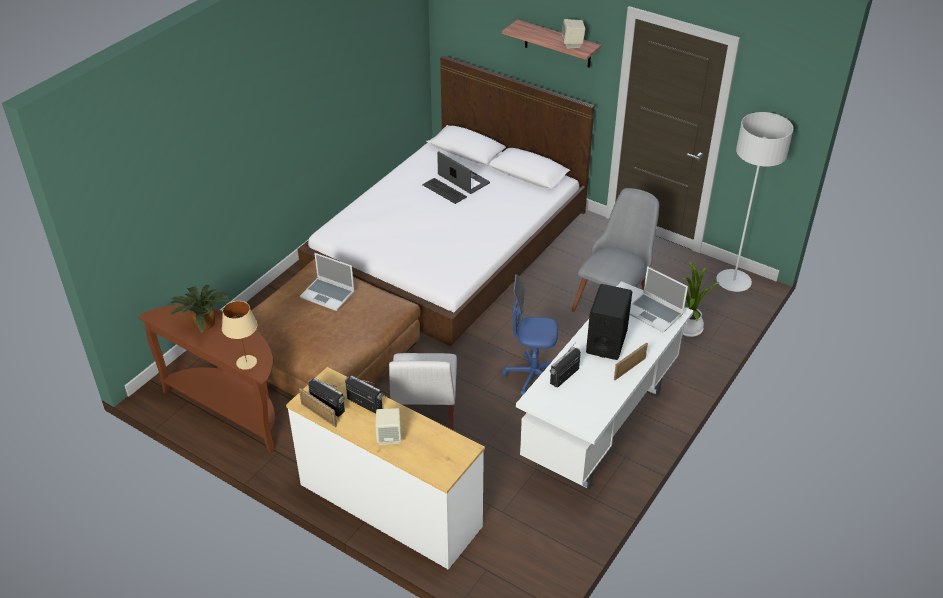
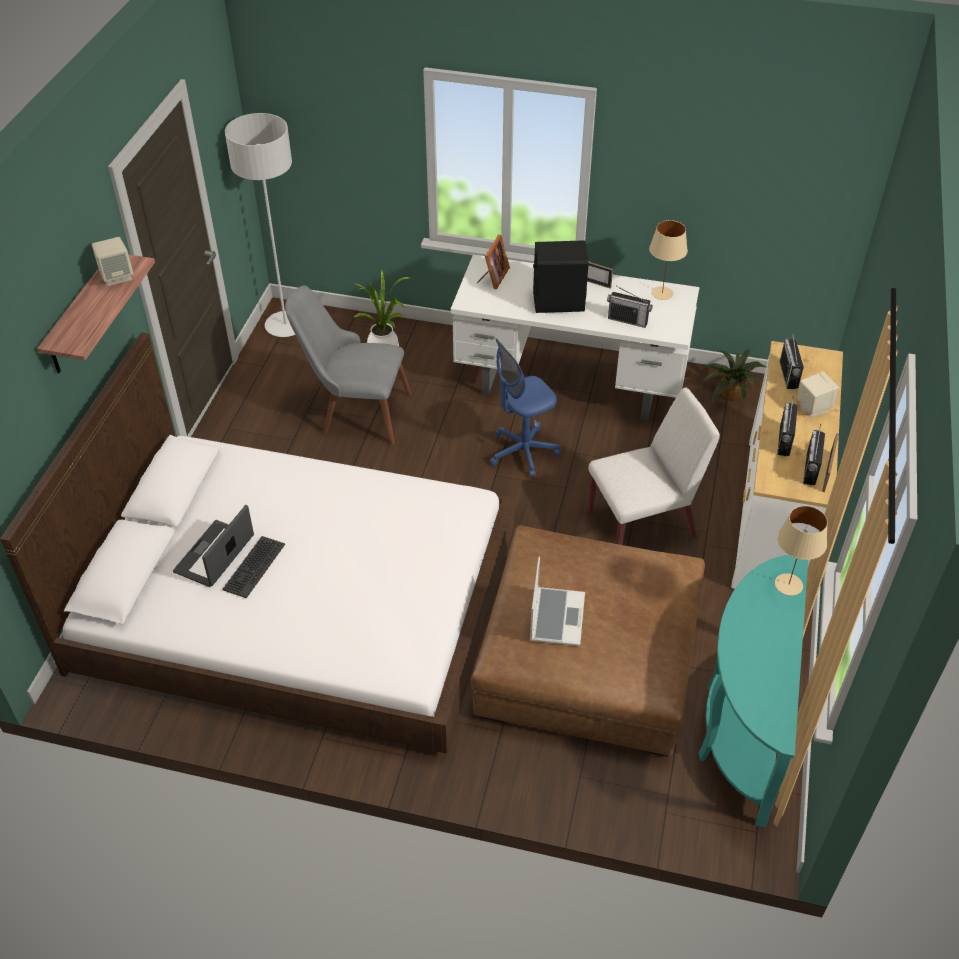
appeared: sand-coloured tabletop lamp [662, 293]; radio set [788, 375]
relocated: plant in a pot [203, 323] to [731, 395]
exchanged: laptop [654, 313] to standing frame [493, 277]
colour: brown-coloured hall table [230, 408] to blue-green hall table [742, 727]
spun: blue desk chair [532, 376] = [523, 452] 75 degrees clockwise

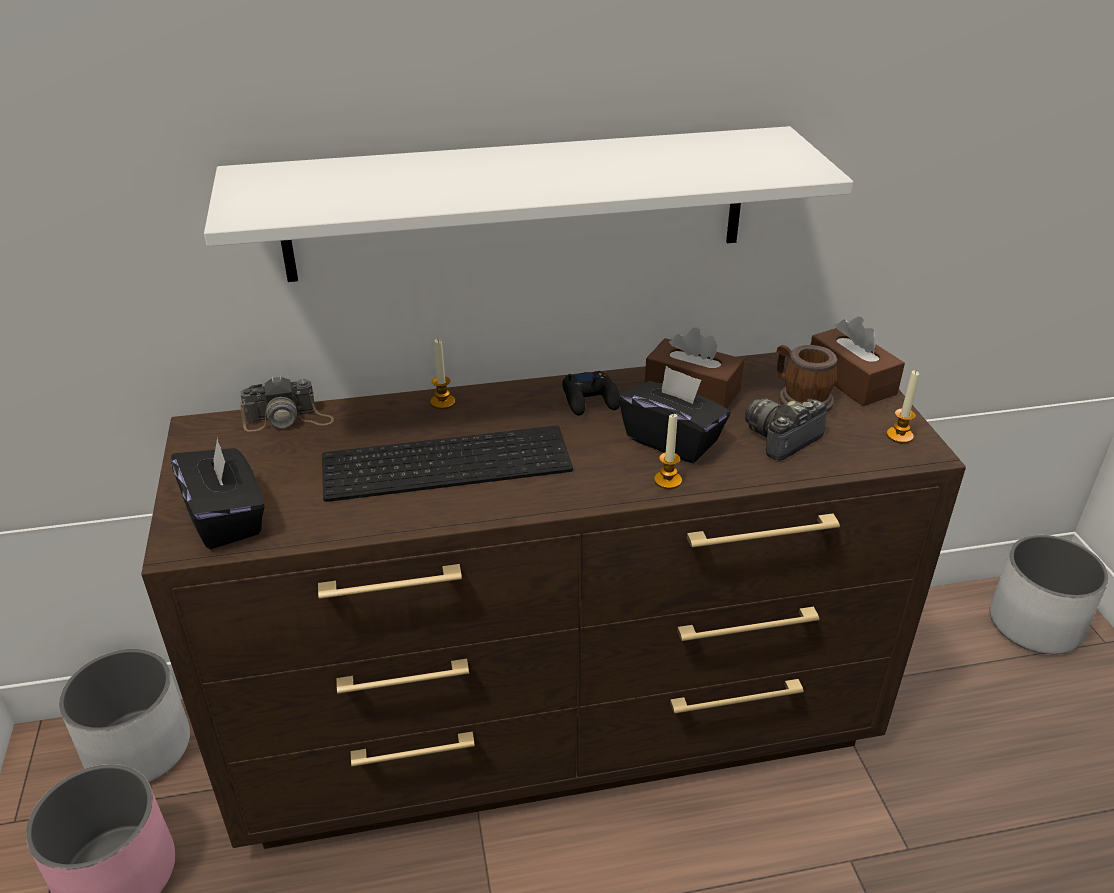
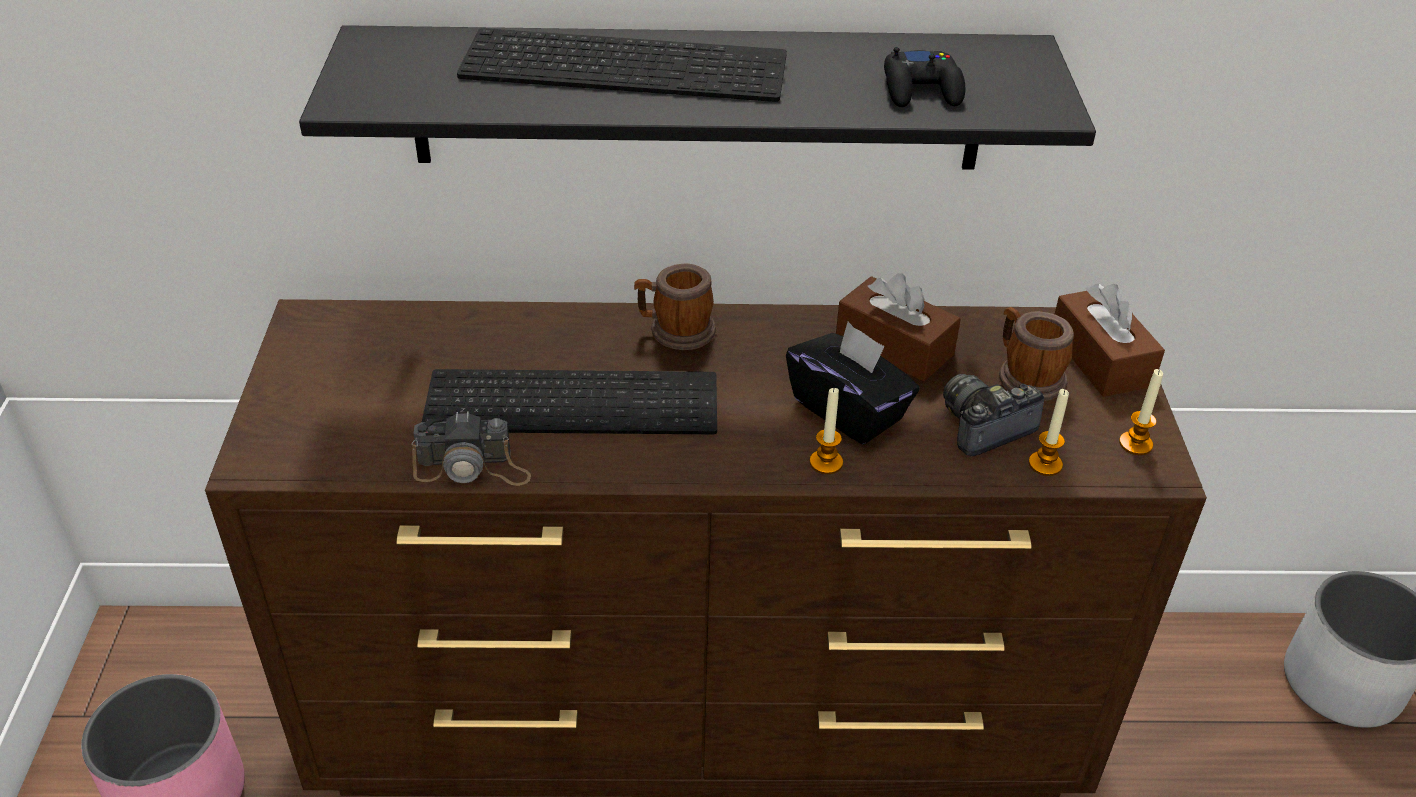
missing: blackish tissue holder [226, 518]; white-coloured plant pot [140, 749]
appeared: computer keyboard [628, 64]; mug [675, 330]
relocated: candle [442, 402] to [1045, 464]; blackish game controller [590, 399] to [922, 89]; still camera [288, 419] to [472, 468]
colour: white-coloured wall shelf [518, 204] to blackish wall shelf [698, 99]

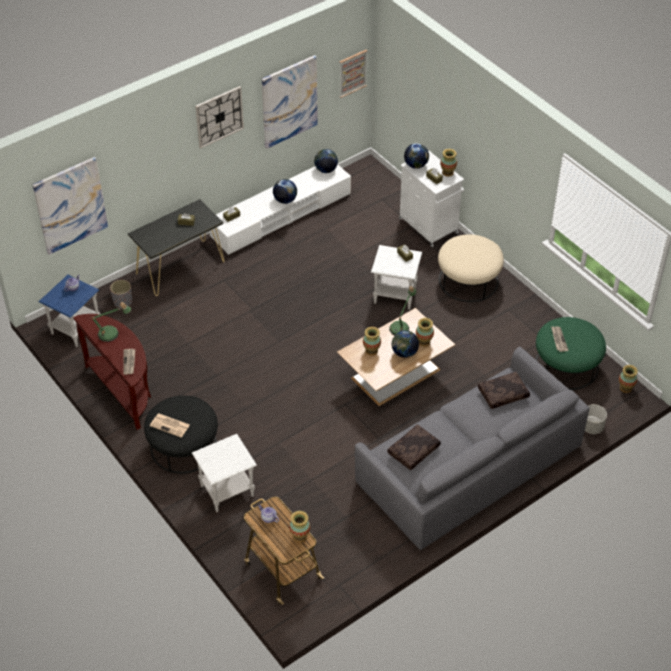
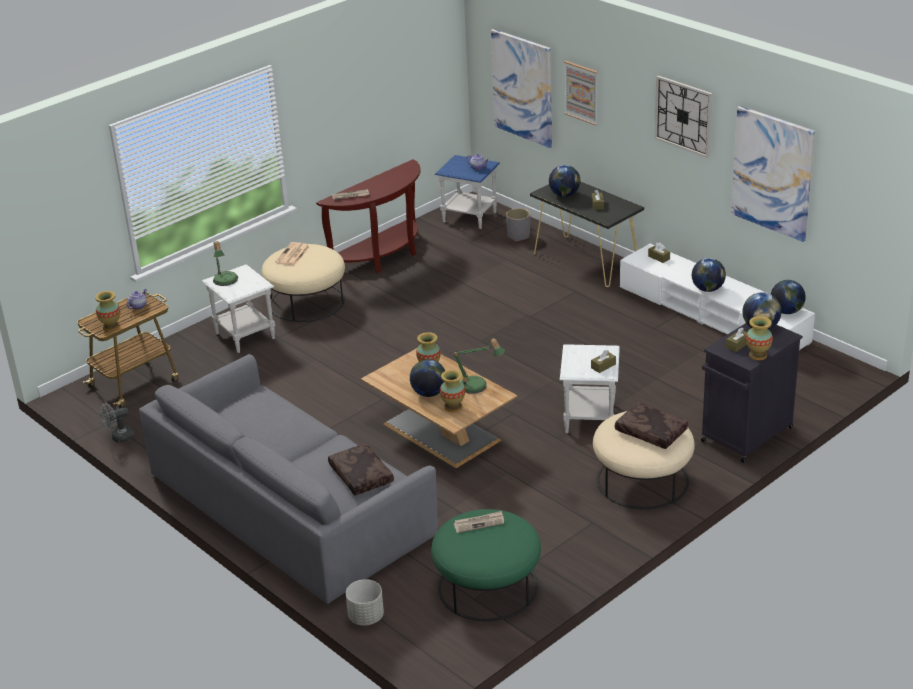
missing: vase [625, 388]
appeared: globe [564, 195]; greyish cooling fan [119, 438]
relocated: wall art [352, 73] to [581, 92]; tabletop lamp [112, 334] to [225, 282]; brown-coloured cushion [414, 451] to [650, 432]
colour: white-coloured cabinet [429, 226] to blackish cabinet [745, 435]; blackish ottoman [184, 446] to sand-coloured ottoman [307, 302]

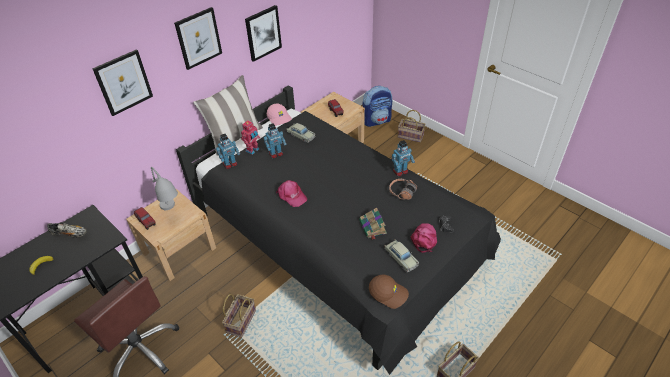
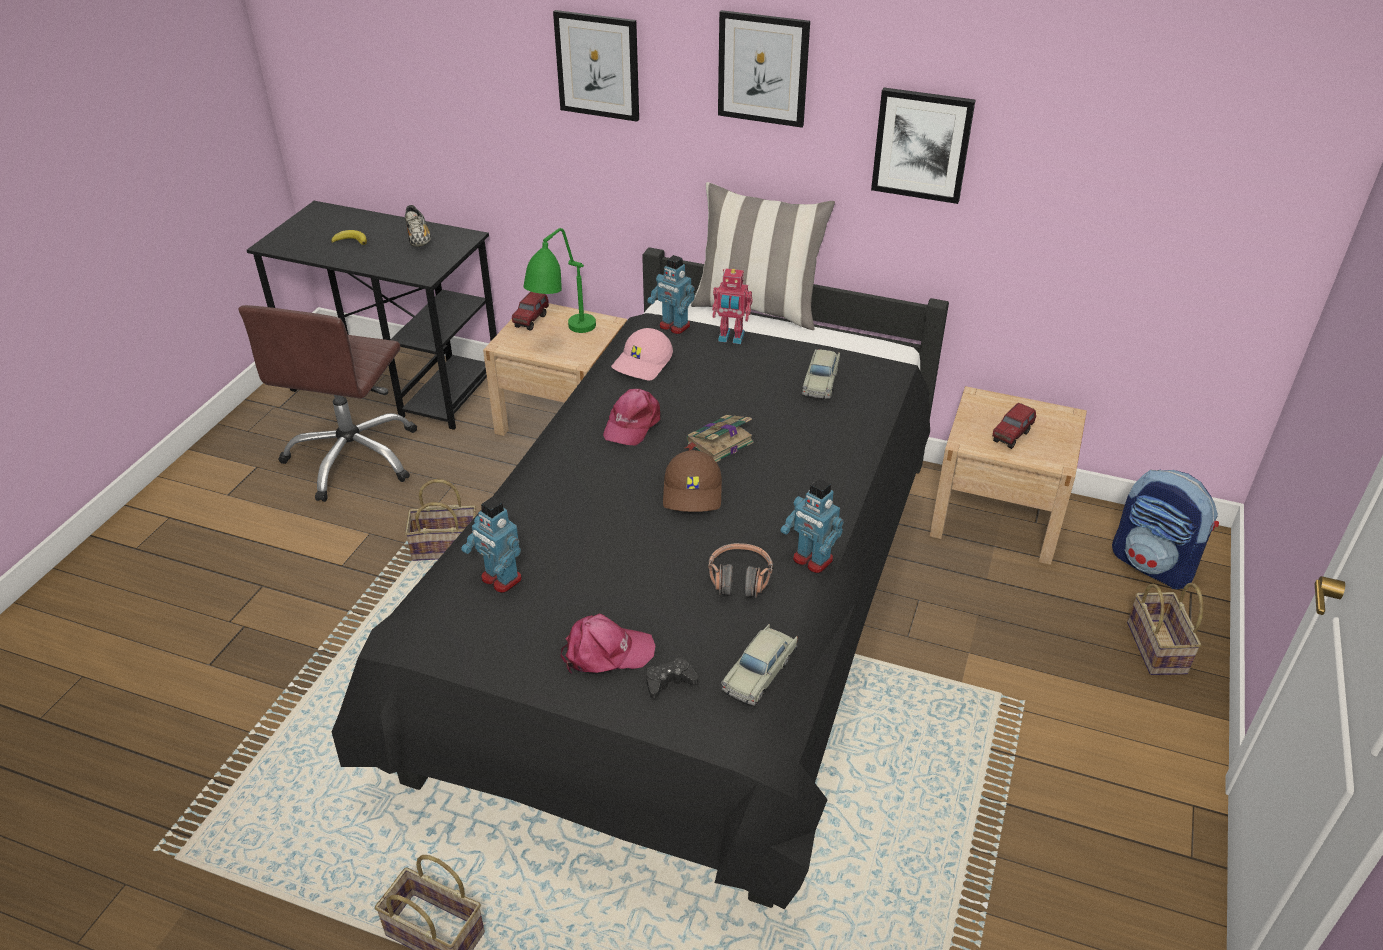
relocated: pink-coloured baseball cap [279, 118] to [643, 364]; toy robot [276, 154] to [500, 579]; book [373, 227] to [718, 443]; sand-coloured model car [401, 258] to [760, 672]; brown-coloured baseball cap [388, 293] to [693, 492]
colour: greyish tabletop lamp [173, 215] to greenish tabletop lamp [563, 339]

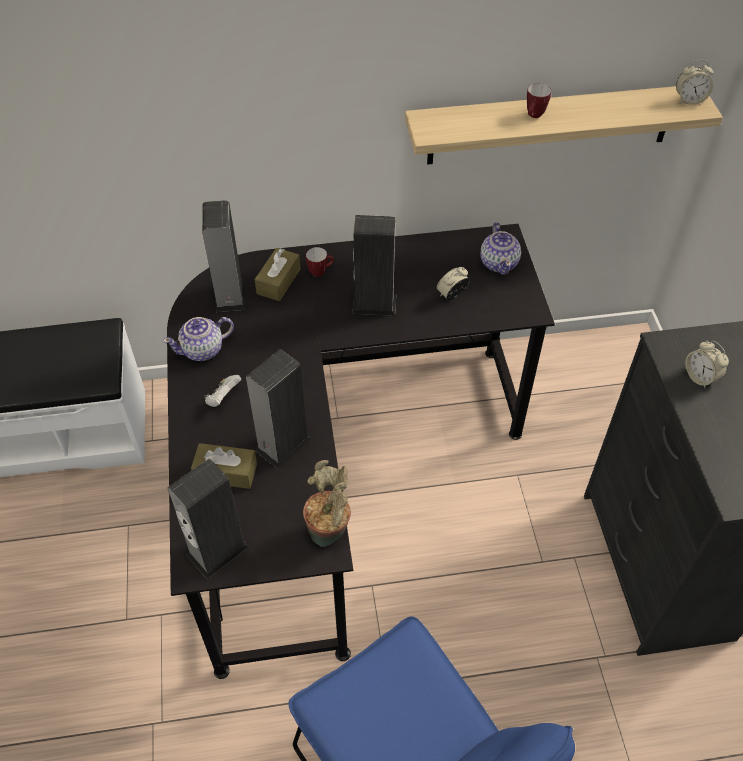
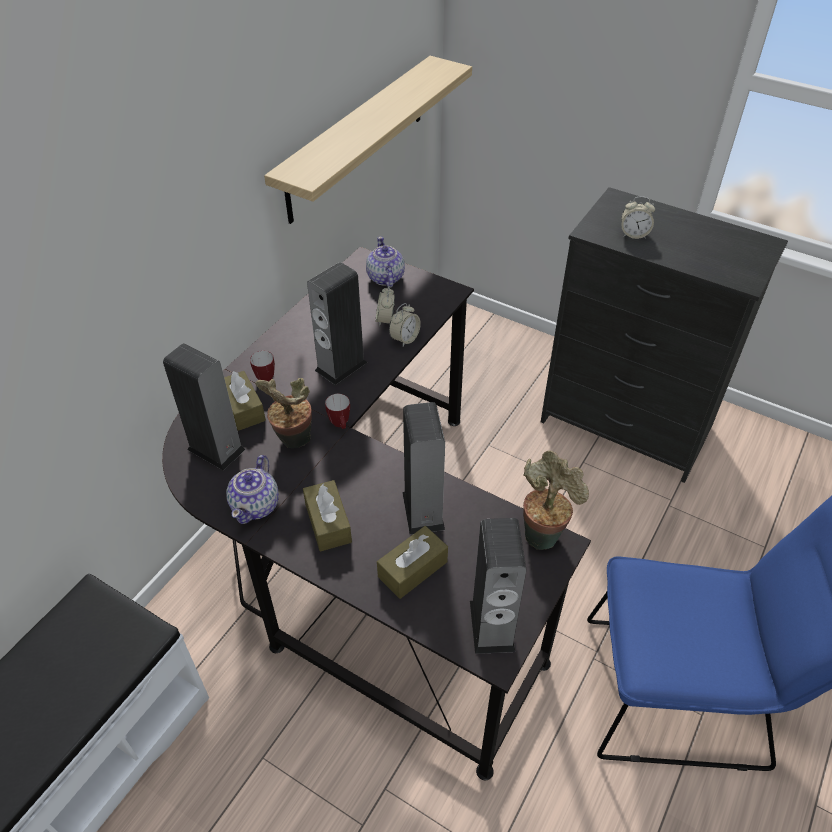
appeared: plant in a pot [293, 441]
relocated: bedside clock [689, 100] to [404, 339]; mug [534, 116] to [341, 425]
exchanged: white-coloured game controller [223, 398] to brown-coloured tissue holder [328, 523]
spun: teapot [499, 262] = [385, 278] 135 degrees counterclockwise

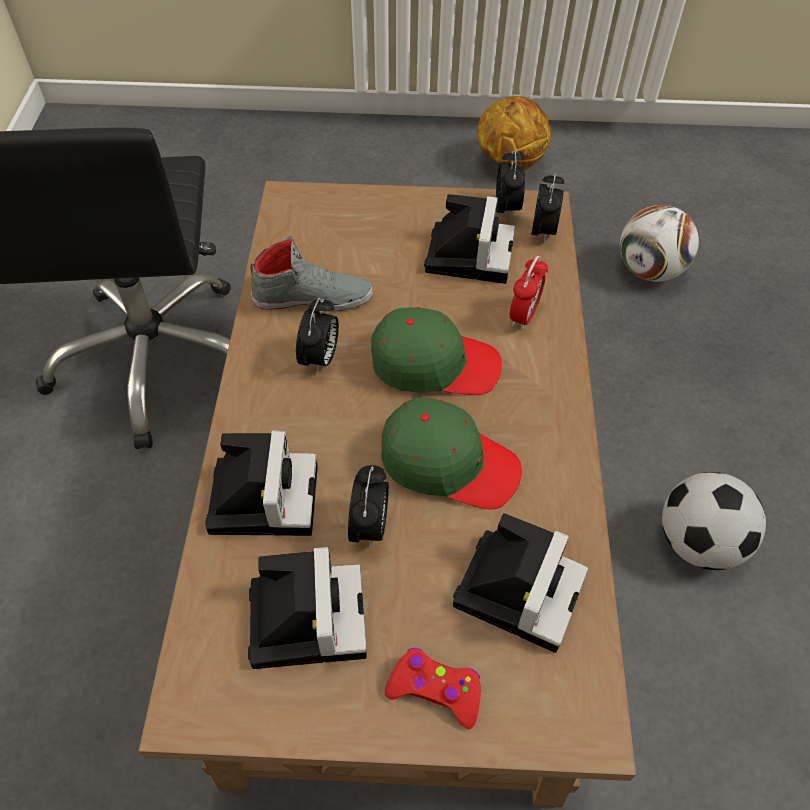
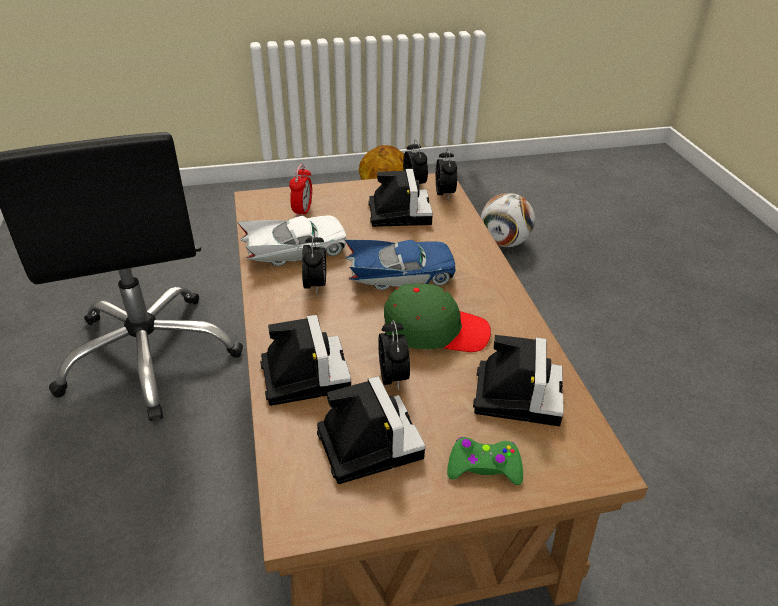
missing: football ball [698, 542]
relocated: bedside clock [523, 315] to [302, 211]
exchanged: greyish low shoe [312, 296] to white-coloured model car [295, 251]; greenish baseball cap [434, 363] to blue model car [400, 275]
colour: reddish game controller [435, 689] to greenish game controller [483, 467]

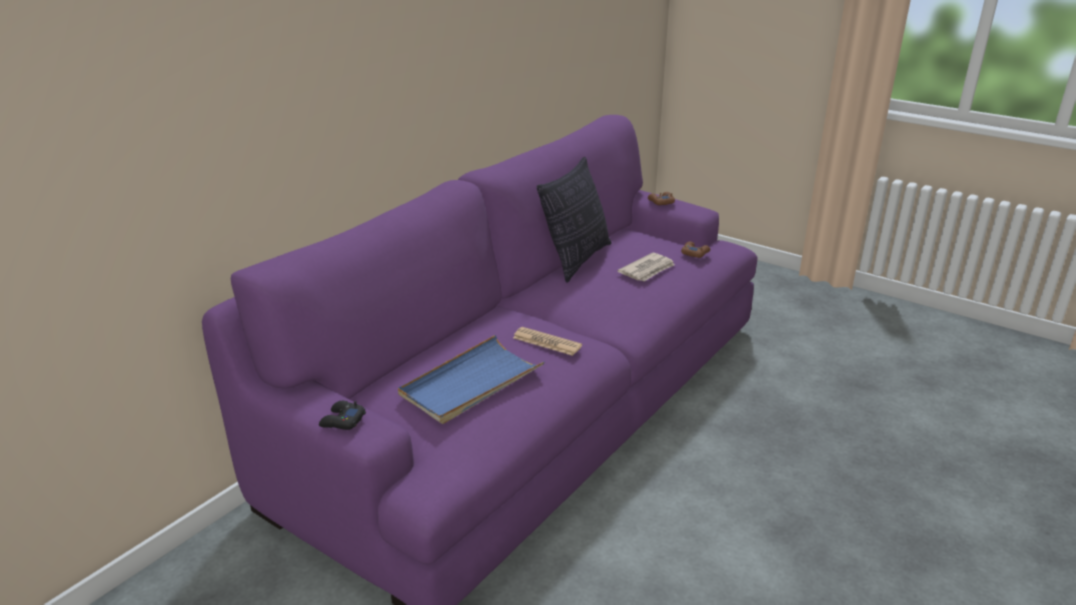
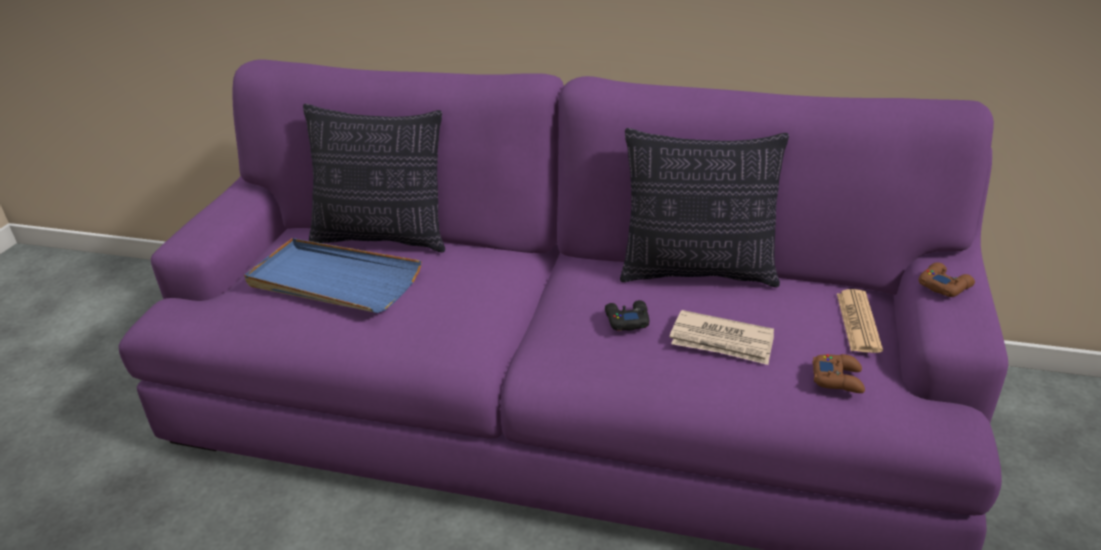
appeared: cushion [383, 238]
relocated: newspaper [547, 342] to [858, 322]; blackish game controller [342, 421] to [626, 320]

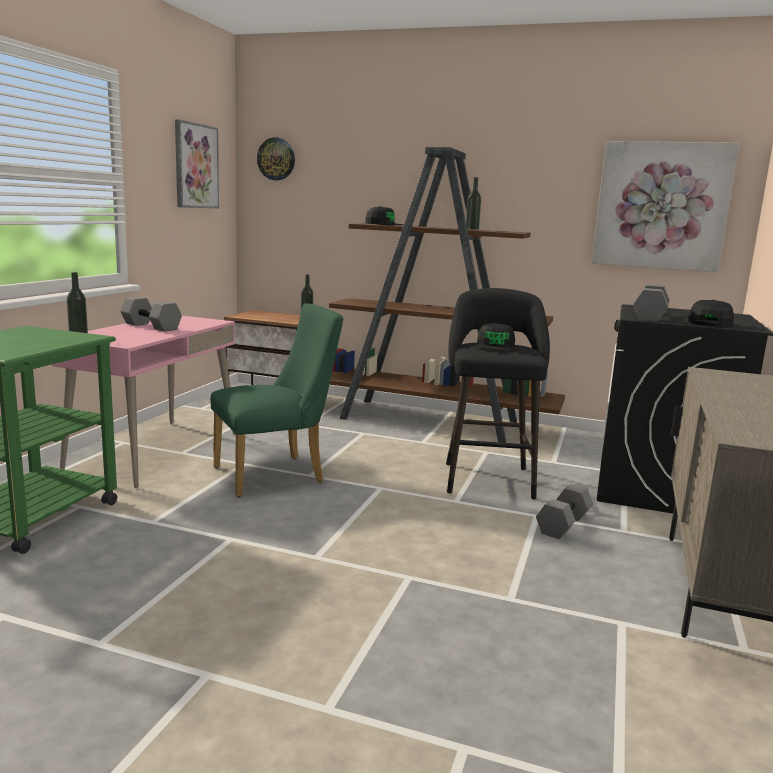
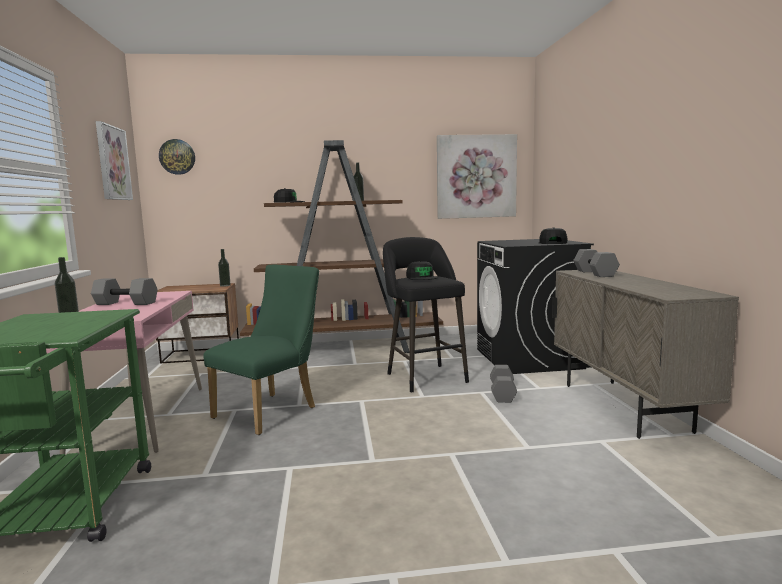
relocated: greyish dumbbell [648, 316] to [594, 273]

